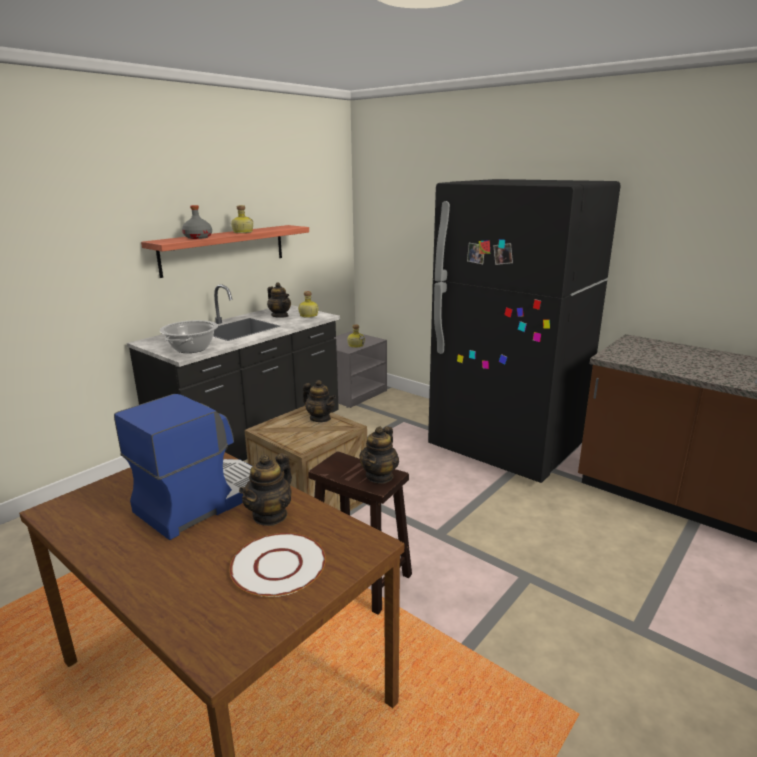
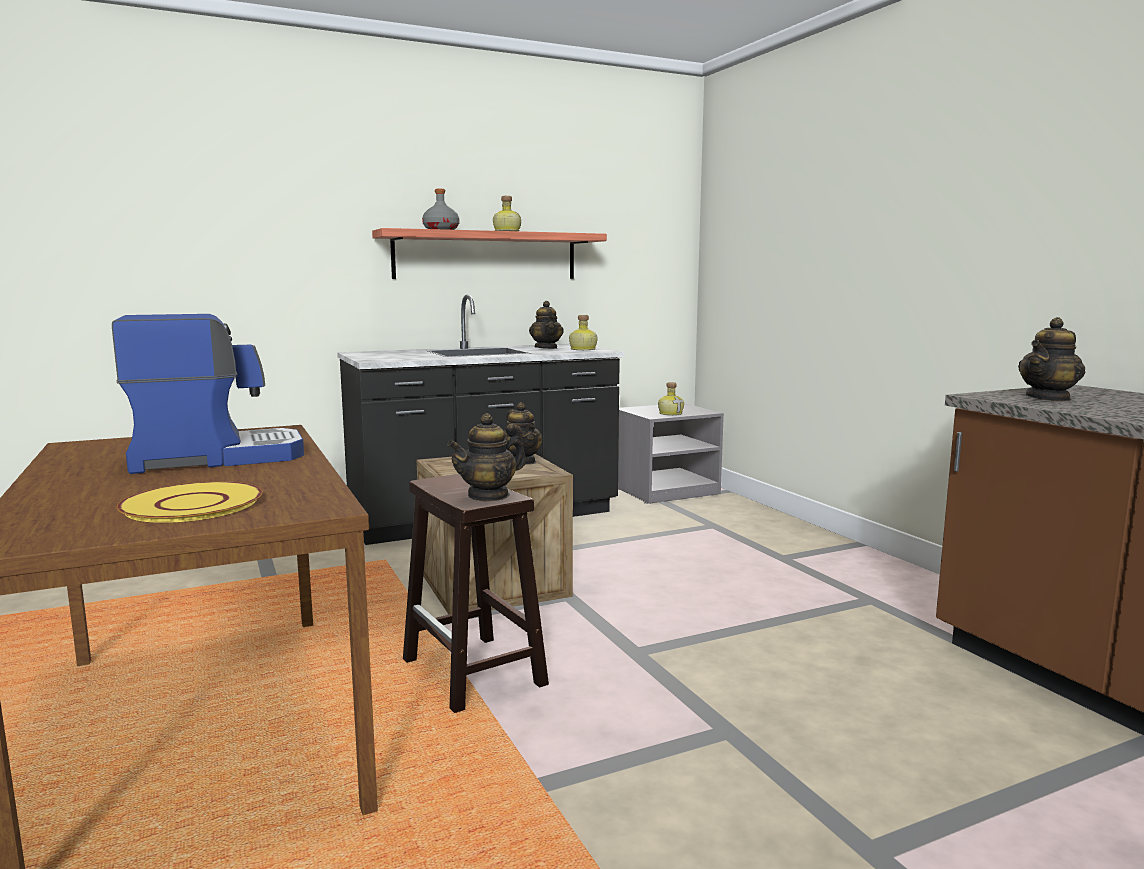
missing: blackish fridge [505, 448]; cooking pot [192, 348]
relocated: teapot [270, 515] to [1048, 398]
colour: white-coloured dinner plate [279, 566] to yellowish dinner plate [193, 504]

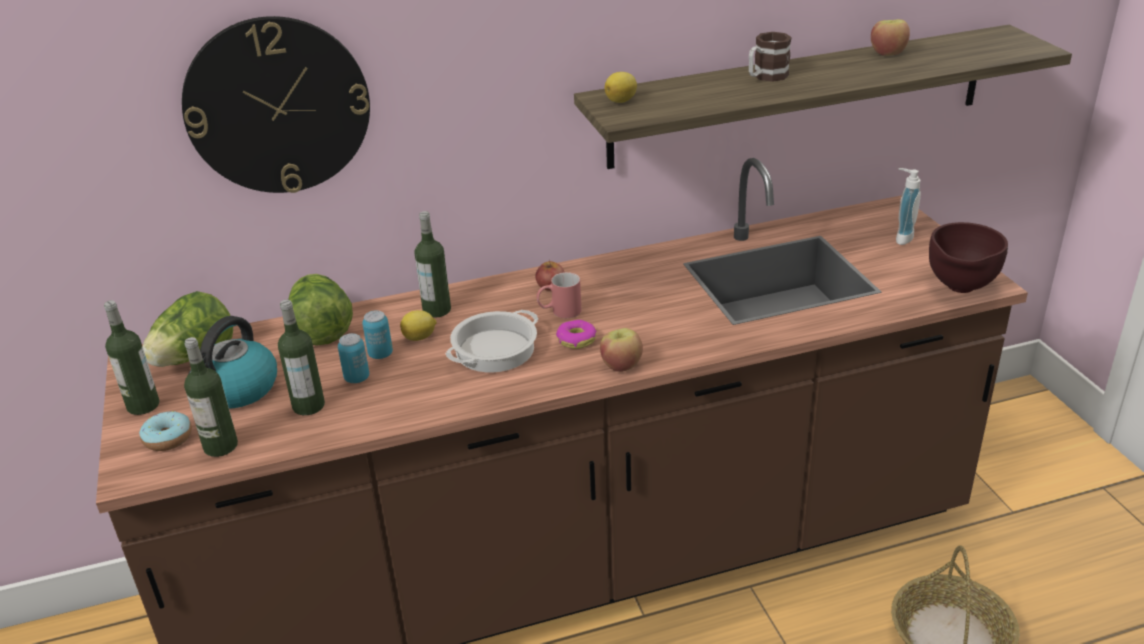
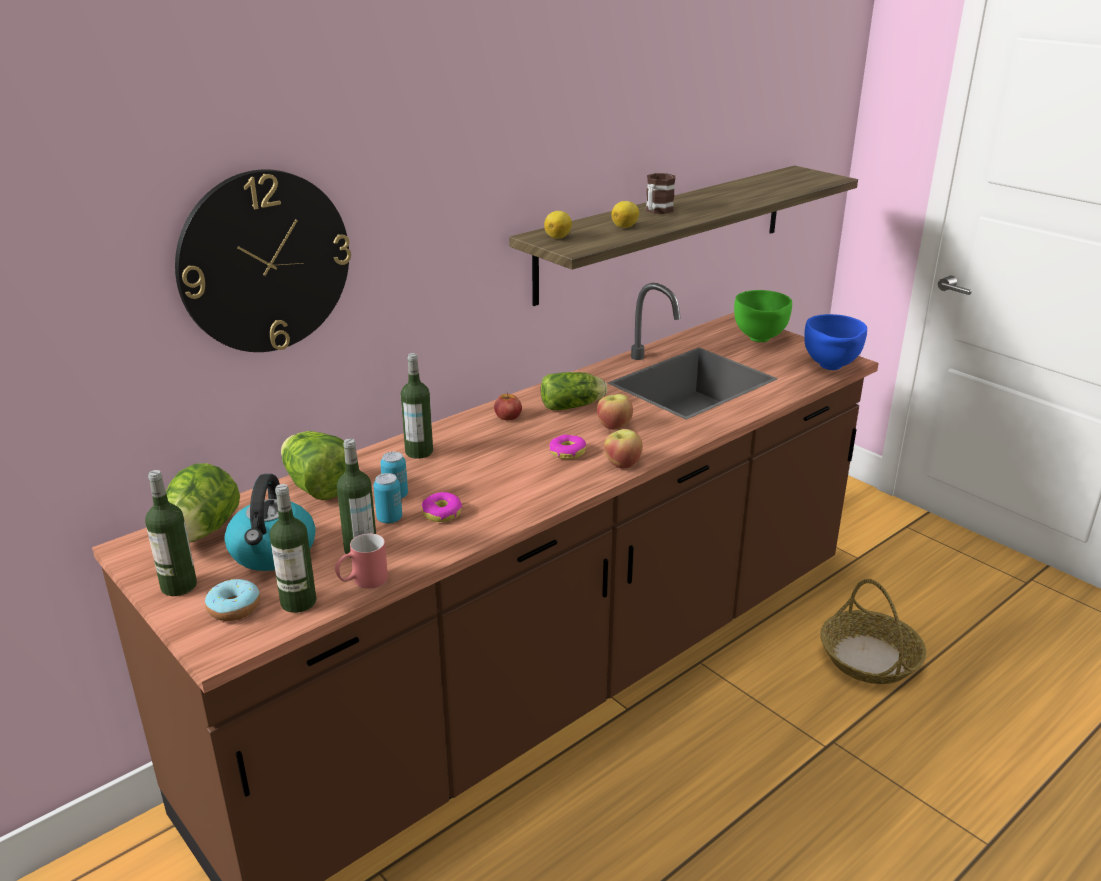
missing: cooking pot [494, 349]
appeared: head of lettuce [574, 406]; donut [442, 513]
relocated: apple [887, 53] to [614, 426]; reddish mug [559, 312] to [362, 582]; citrus fruit [420, 337] to [625, 227]
exchanged: liquid soap bottle [901, 237] to greenish deep dish [759, 340]
colour: brown-coloured deep dish [959, 288] to blue deep dish [831, 367]

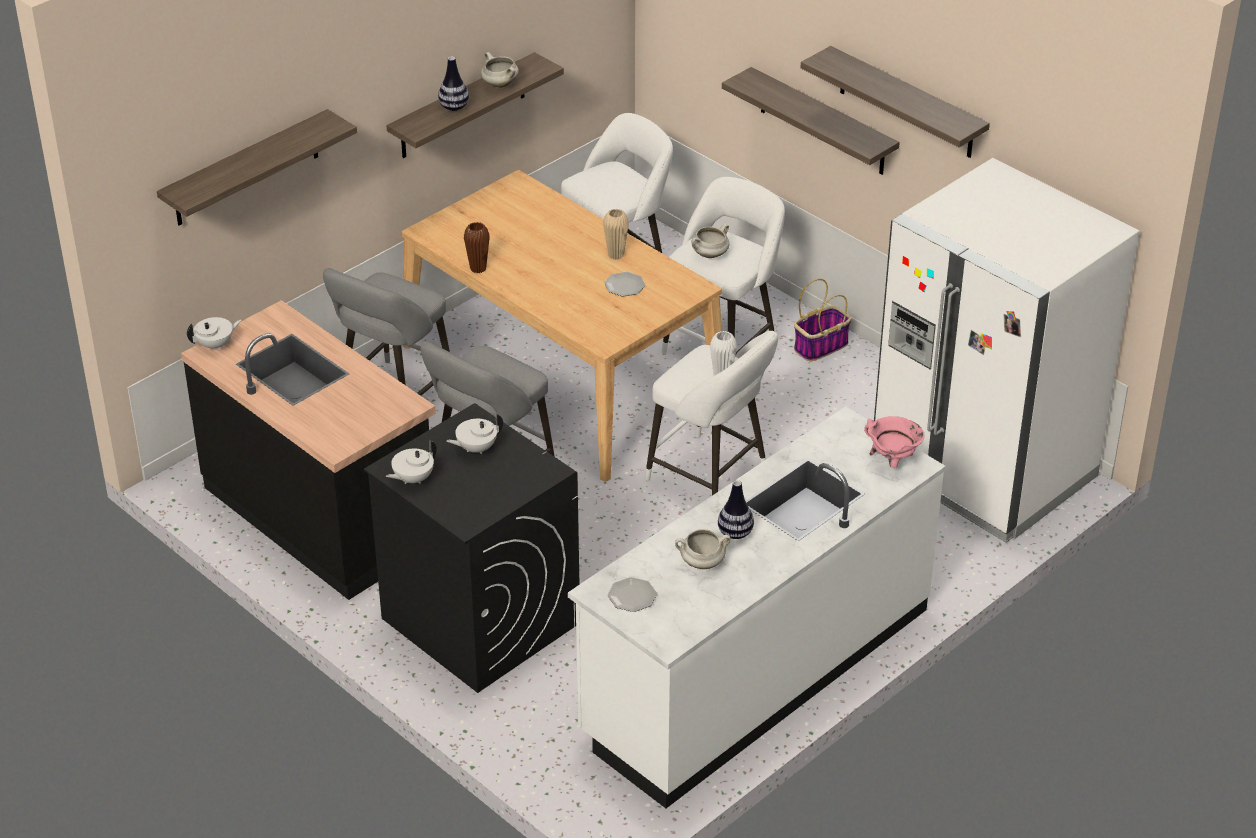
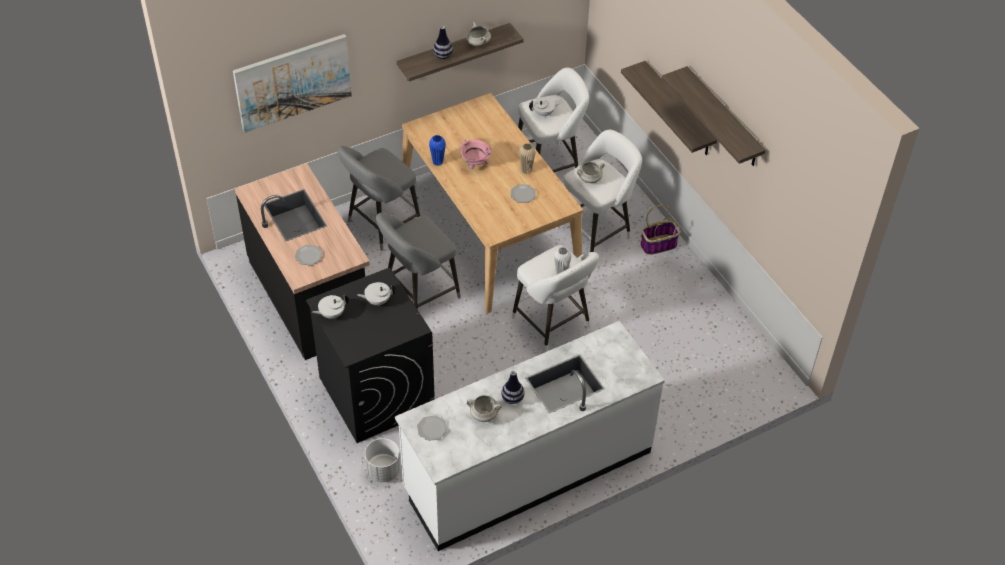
missing: white-coloured fridge [983, 471]
appeared: dinner plate [308, 256]; white-coloured plant pot [383, 470]
relocated: white-coloured teapot [216, 345] to [544, 113]; pink-coloured cooking pot [892, 461] to [475, 165]
exchanged: wall shelf [246, 169] to wall art [293, 82]
colour: brown-coloured vase [478, 268] to blue vase [437, 162]

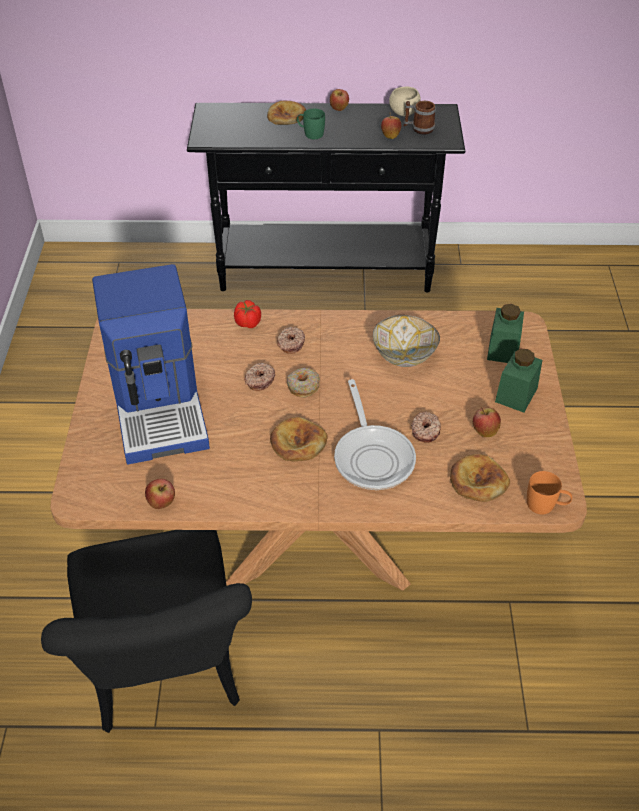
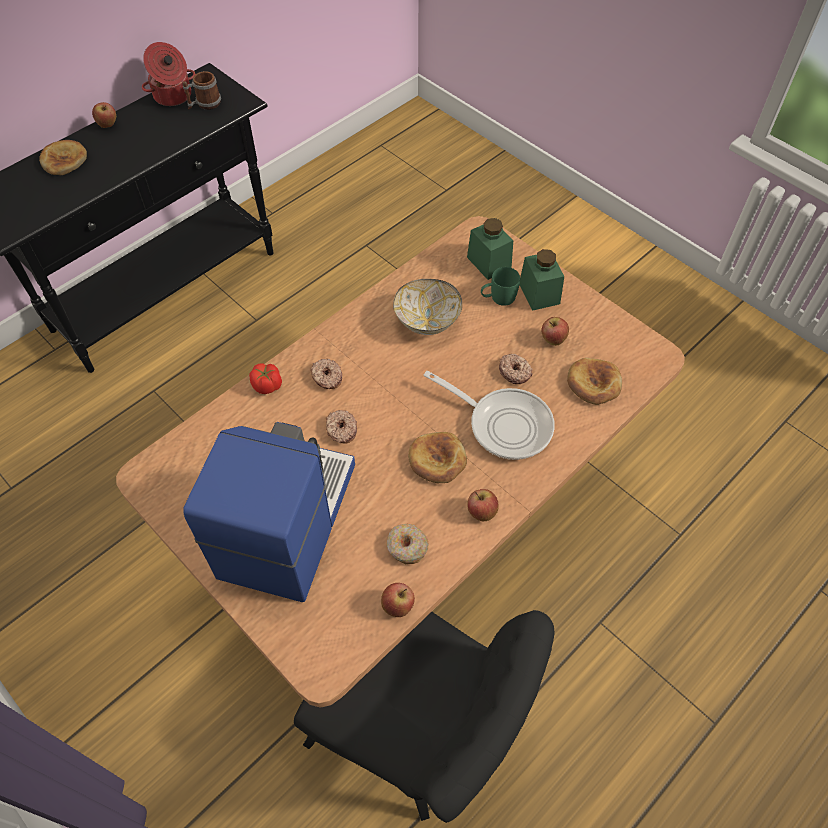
missing: orangey mug [546, 505]
relocated: greenish mug [310, 133] to [498, 298]; apple [390, 136] to [481, 512]; donut [303, 386] to [406, 547]
exchanged: sand-coloured deep dish [403, 113] to cooking pot [173, 96]
spun: coffee maker [160, 404] = [285, 521] 105 degrees counterclockwise

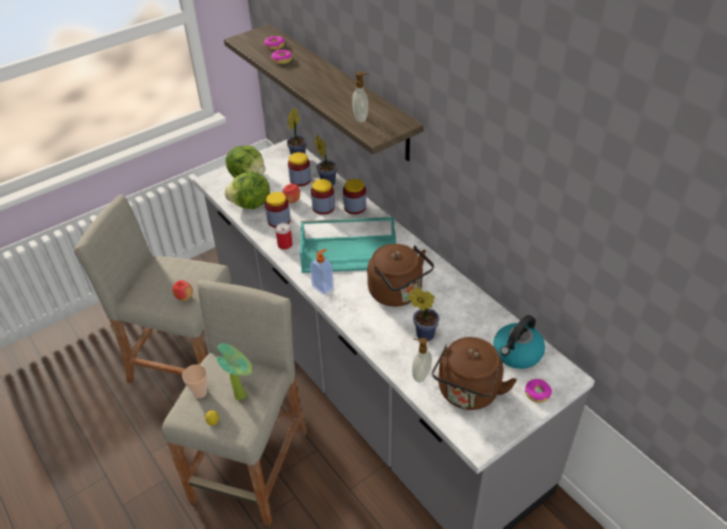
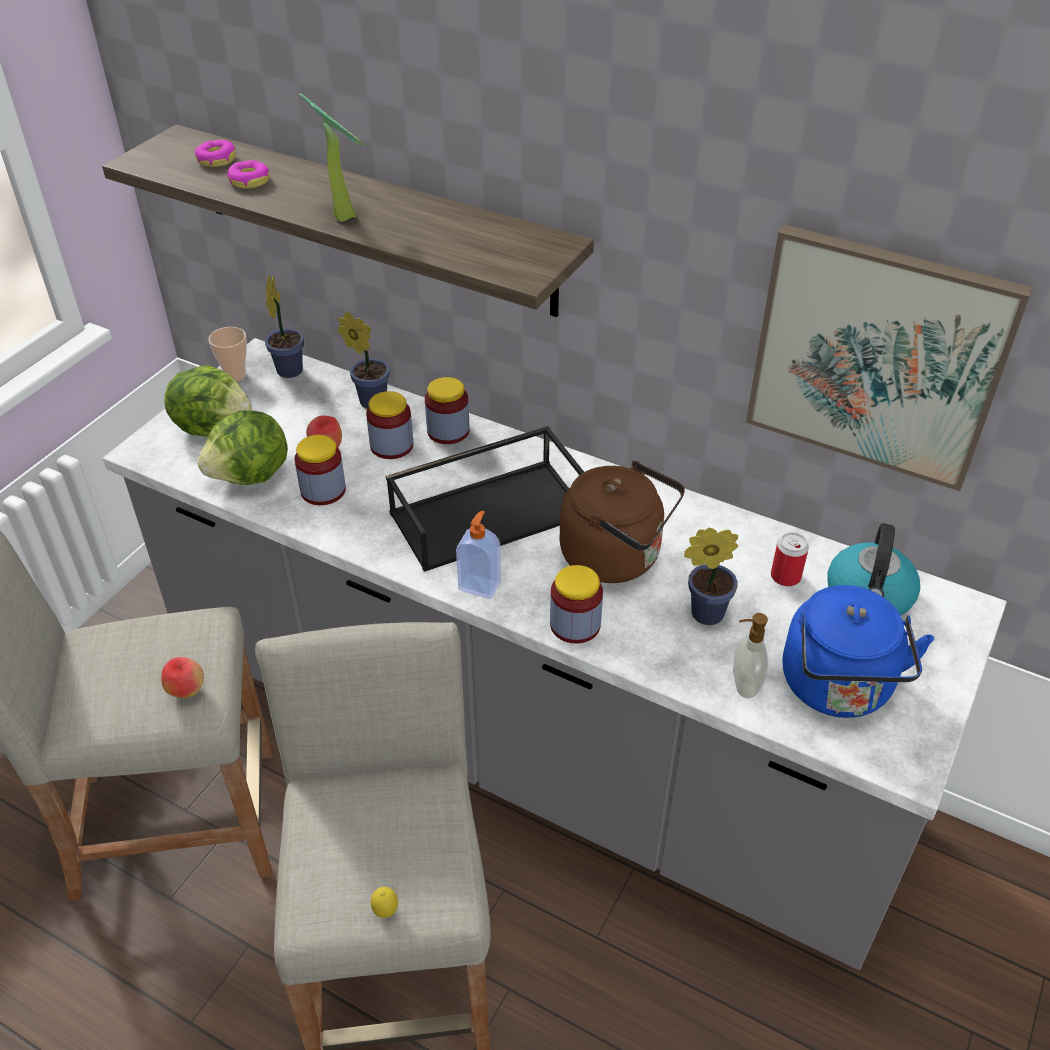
missing: liquid soap bottle [361, 118]; donut [537, 393]
appeared: wall art [877, 357]
relocated: storage jar [300, 180] to [575, 624]; metal can [285, 245] to [785, 576]; plant in a pot [242, 394] to [346, 215]; small cup [200, 393] to [235, 375]
colour: blue-green carrying tray [349, 253] to blackish carrying tray [489, 512]; brown-coloured kettle [467, 393] to blue kettle [838, 689]

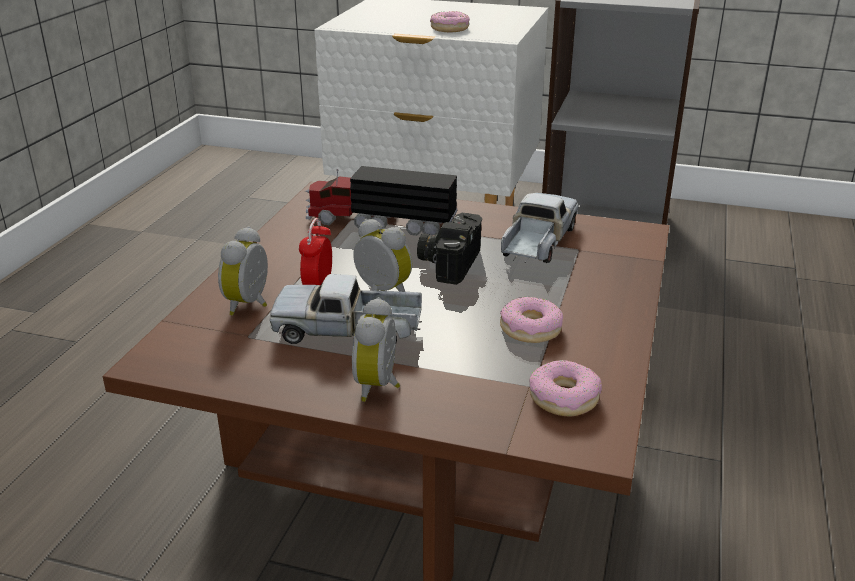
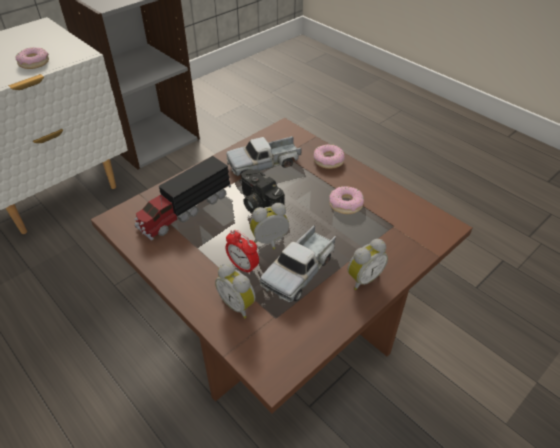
relocated: donut [564, 398] to [328, 160]
spun: toy lorry [537, 242] = [264, 164] 75 degrees counterclockwise; bedside clock [380, 386] = [362, 278] 75 degrees counterclockwise

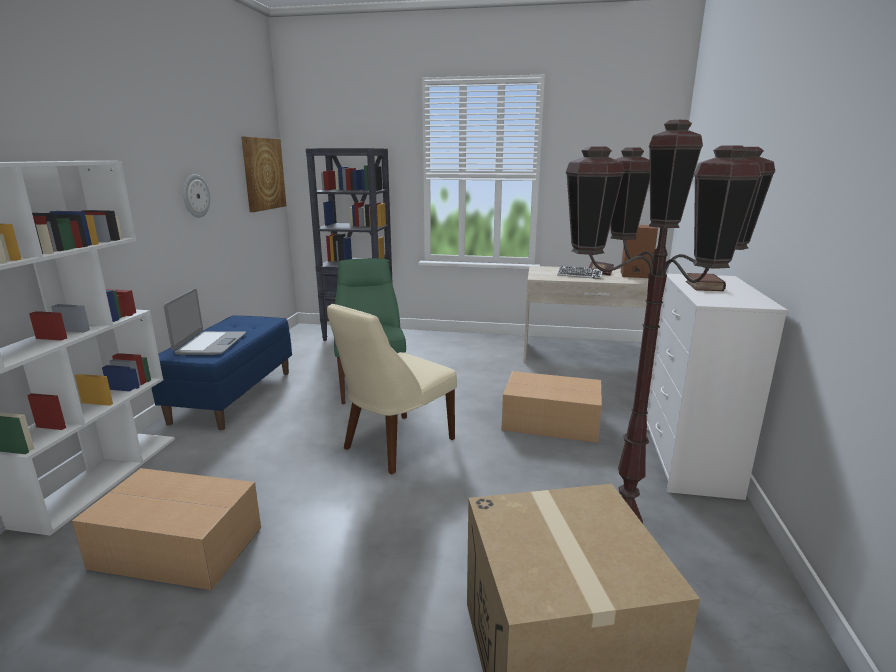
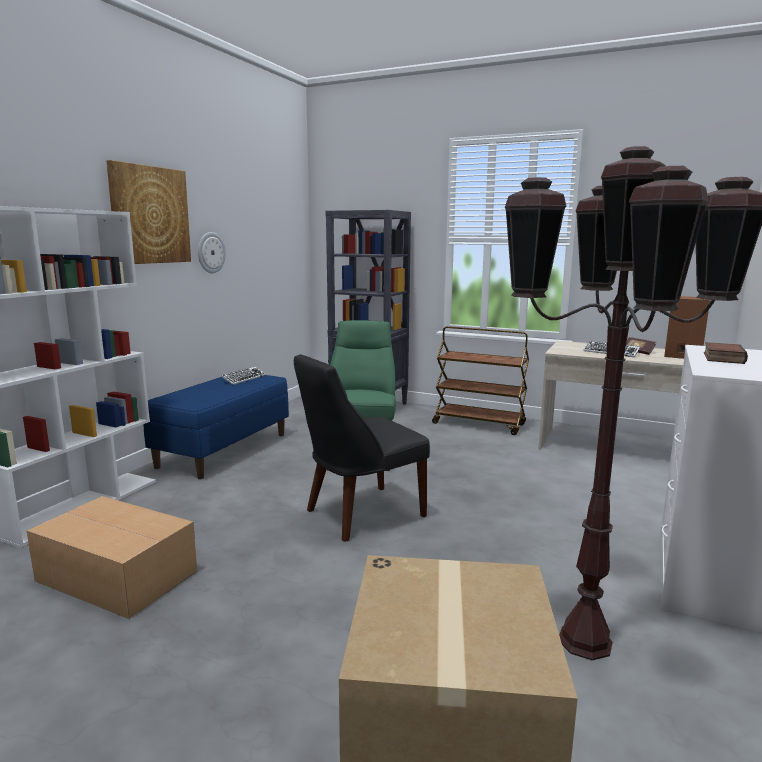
missing: laptop [210, 344]; cardboard box [552, 422]
appeared: brown-coloured cart [479, 424]; computer keyboard [244, 378]
relocated: wall art [263, 174] to [150, 215]
colour: sand-coloured plain chair [395, 445] to blackish plain chair [360, 514]

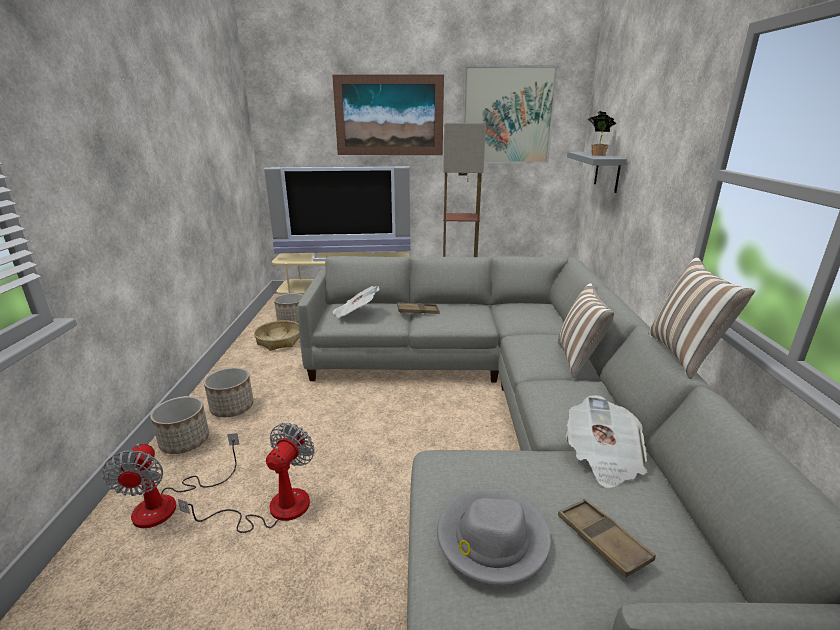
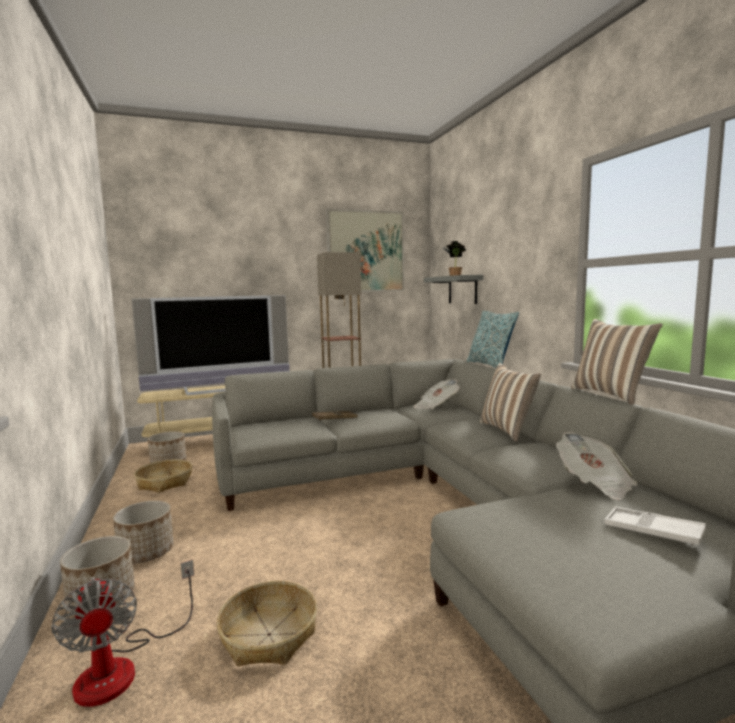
missing: wall art [389, 116]; greyish wearable hat [491, 539]
appeared: cushion [490, 365]
relocated: newspaper [355, 314] to [436, 406]
exchanged: cooling fan [274, 509] to basket [268, 635]
colour: brown-coloured carrying tray [602, 540] to white-coloured carrying tray [652, 531]

